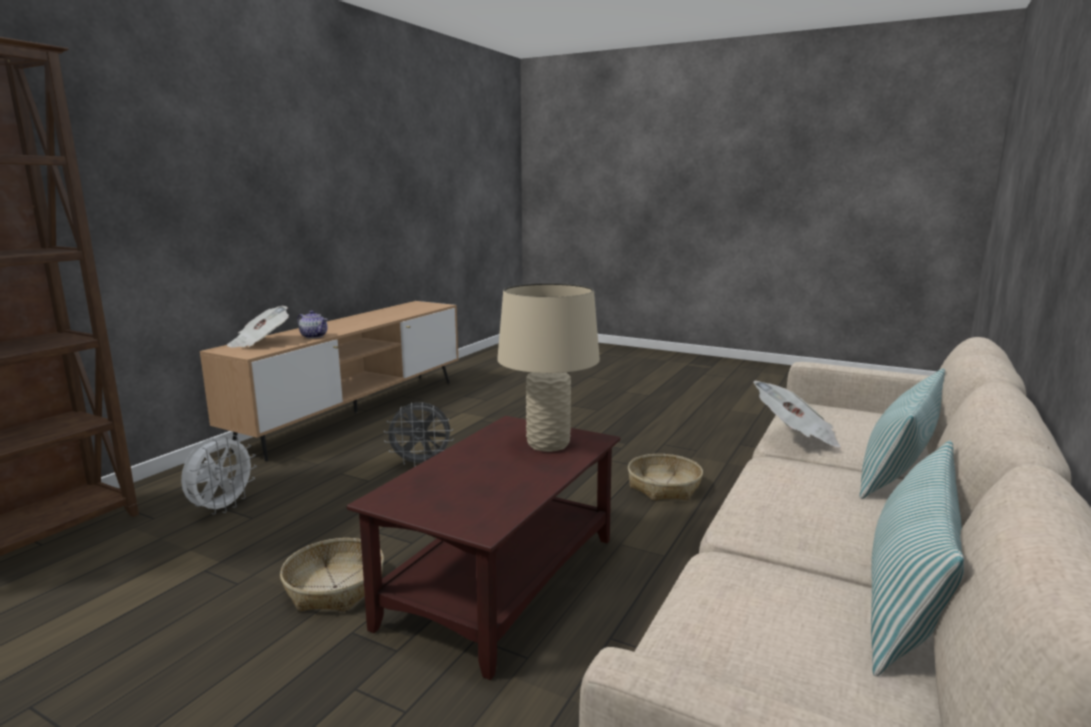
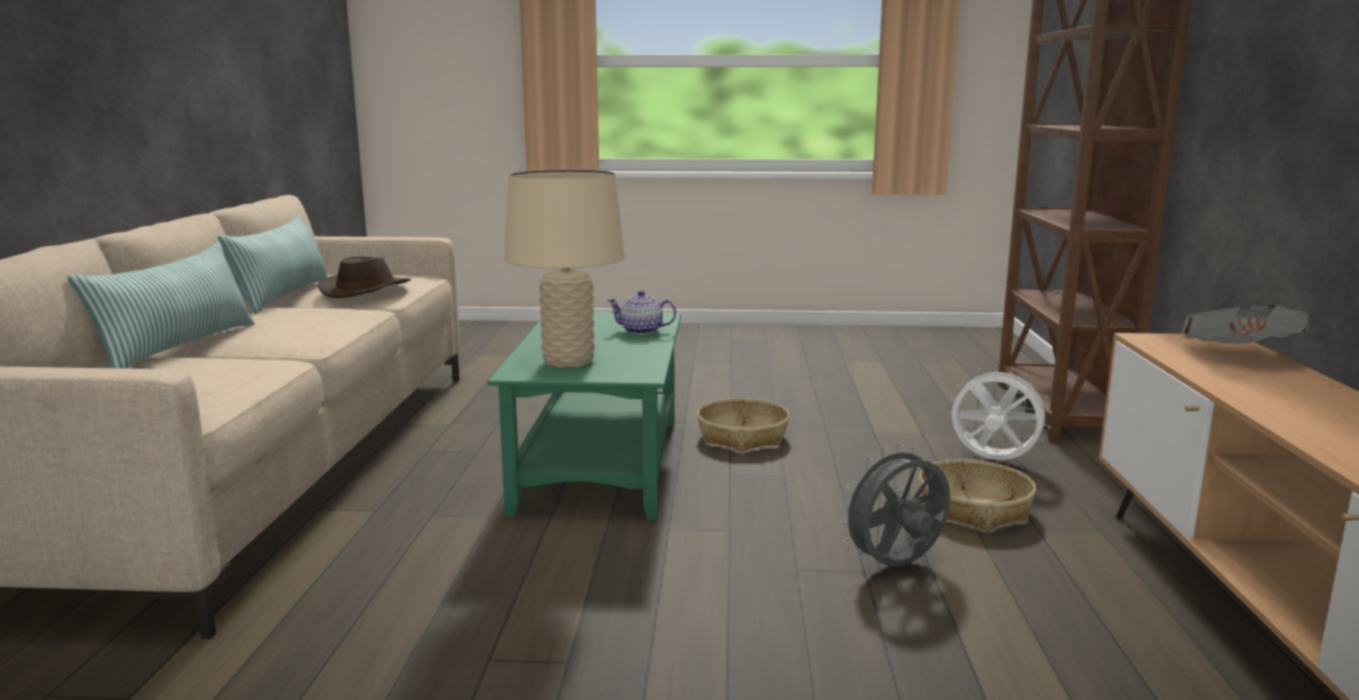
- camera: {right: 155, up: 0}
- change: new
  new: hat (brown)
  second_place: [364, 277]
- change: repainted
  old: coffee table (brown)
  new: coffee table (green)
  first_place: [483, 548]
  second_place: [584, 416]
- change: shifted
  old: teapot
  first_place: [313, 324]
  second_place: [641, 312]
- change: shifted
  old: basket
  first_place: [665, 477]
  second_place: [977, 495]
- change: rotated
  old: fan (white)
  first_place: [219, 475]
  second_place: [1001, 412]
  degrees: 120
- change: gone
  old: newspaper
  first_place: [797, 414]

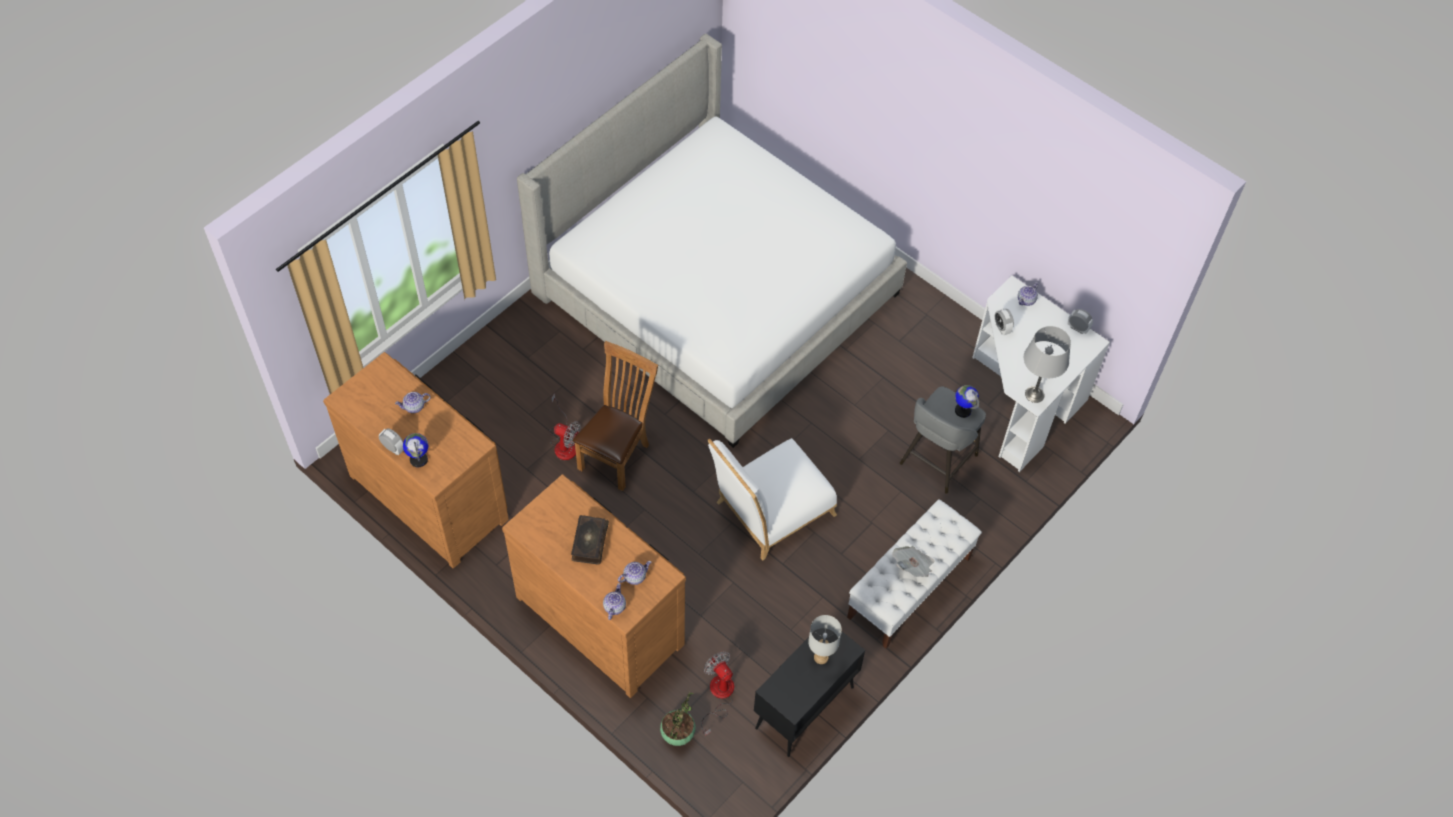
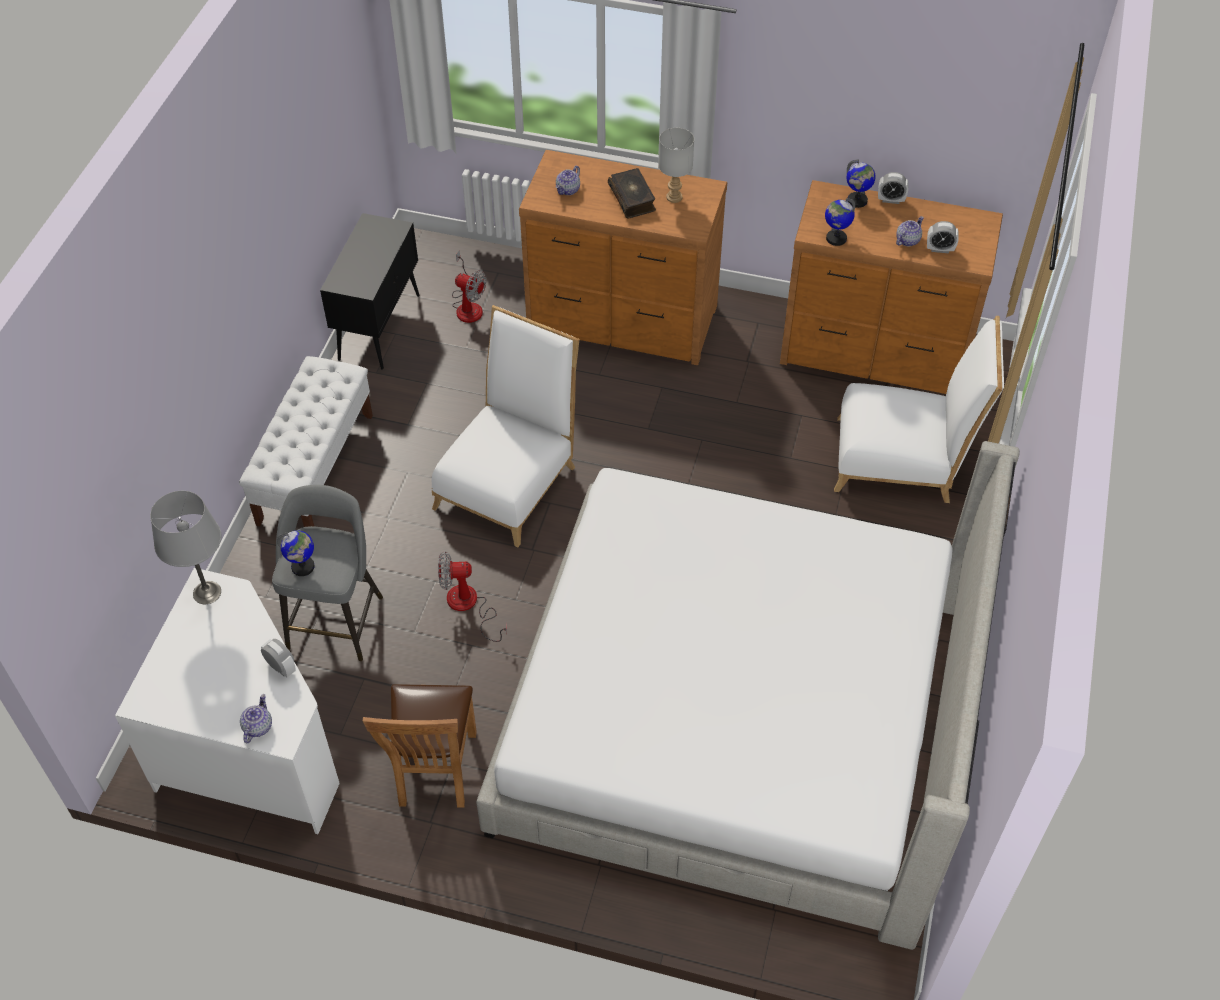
- camera: {right: 155, up: -5}
- change: shifted
  old: chair (brown)
  first_place: [615, 416]
  second_place: [420, 746]
- change: shifted
  old: fan
  first_place: [565, 426]
  second_place: [472, 596]
- change: shifted
  old: table lamp (grey)
  first_place: [825, 639]
  second_place: [676, 165]
- change: new
  new: globe
  second_place: [840, 222]
- change: new
  new: chair (white)
  second_place: [919, 409]
- change: shifted
  old: alarm clock
  first_place: [1080, 321]
  second_place: [943, 237]
- change: gone
  old: teapot
  first_place: [614, 601]
- change: gone
  old: potted plant
  first_place: [678, 719]
- change: gone
  old: newspaper
  first_place: [913, 561]

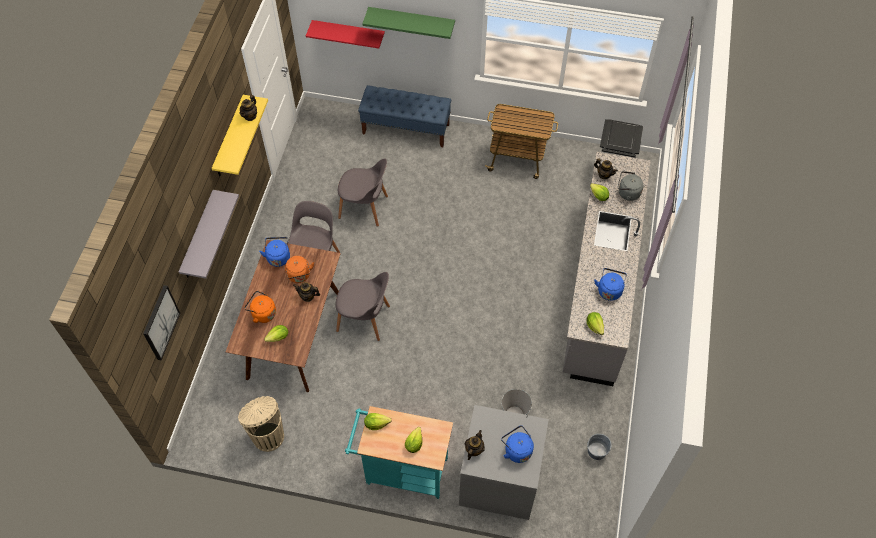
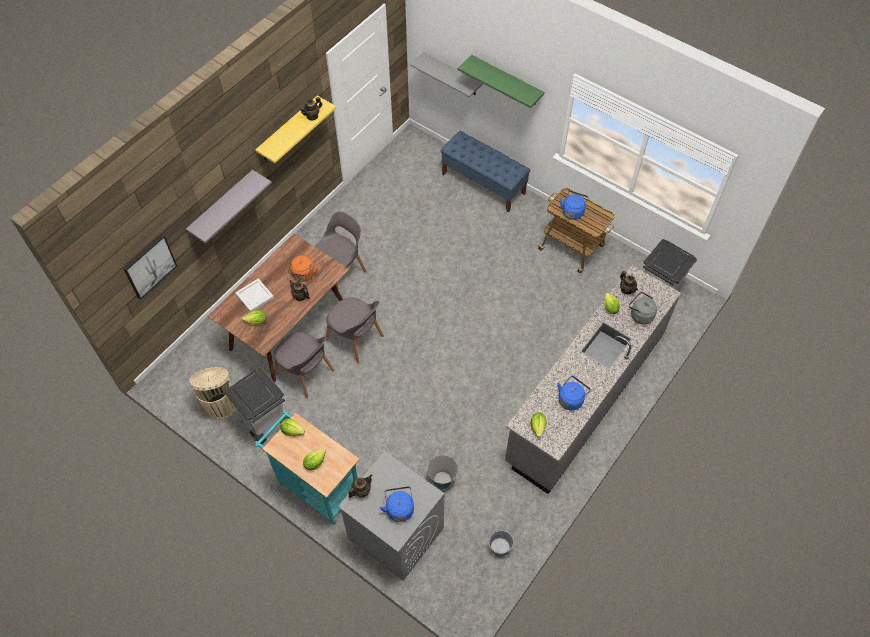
- camera: {right: 25, up: 0}
- change: new
  new: trash can (grey)
  second_place: [256, 406]
- change: swapped
  old: kettle (orange)
  new: tray (white)
  first_place: [260, 307]
  second_place: [254, 295]
- change: shifted
  old: chair (grey)
  first_place: [363, 192]
  second_place: [304, 365]
- change: repainted
  old: shelf (red)
  new: shelf (grey)
  first_place: [345, 34]
  second_place: [446, 74]
- change: shifted
  old: kettle (blue)
  first_place: [274, 252]
  second_place: [574, 205]

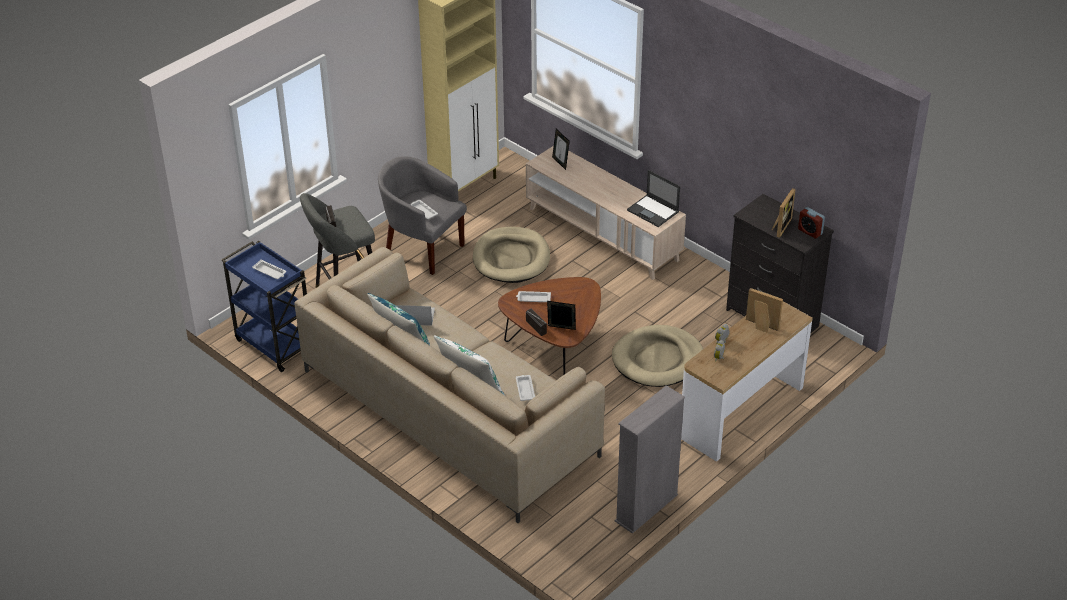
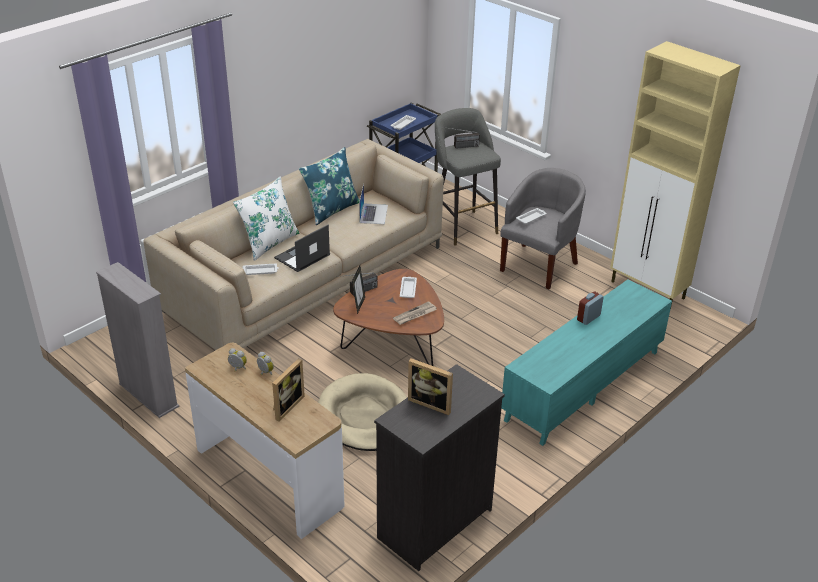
- camera: {right: 90, up: -5}
- change: shifted
  old: laptop
  first_place: [653, 198]
  second_place: [302, 248]
- change: new
  new: newspaper
  second_place: [415, 313]
- change: repainted
  old: tv stand (beige)
  new: tv stand (turquoise)
  first_place: [606, 213]
  second_place: [586, 362]
- change: shifted
  old: alarm clock
  first_place: [811, 222]
  second_place: [590, 308]
- change: gone
  old: dog bed (beige)
  first_place: [511, 255]
- change: gone
  old: picture frame
  first_place: [561, 149]

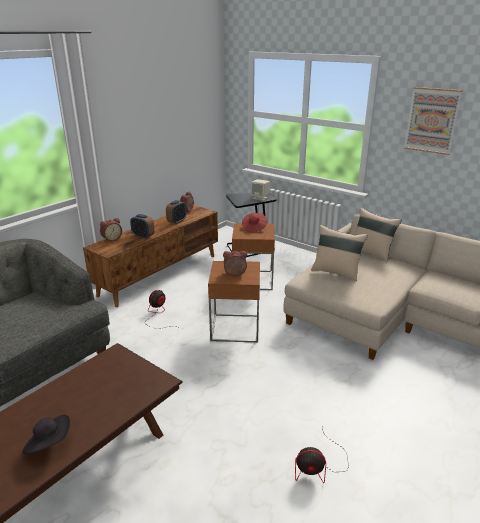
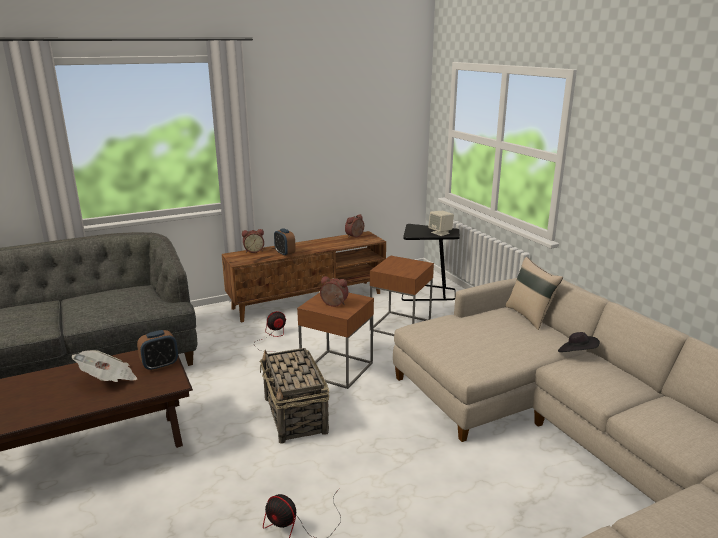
- camera: {right: 25, up: -5}
- change: new
  new: newspaper
  second_place: [104, 366]
- change: shifted
  old: alarm clock
  first_place: [176, 212]
  second_place: [157, 350]
- change: new
  new: basket
  second_place: [294, 396]
- change: shifted
  old: hat (black)
  first_place: [46, 434]
  second_place: [579, 342]
- change: gone
  old: hat (red)
  first_place: [255, 223]
- change: gone
  old: pillow (beige)
  first_place: [339, 253]
- change: gone
  old: picture
  first_place: [433, 121]

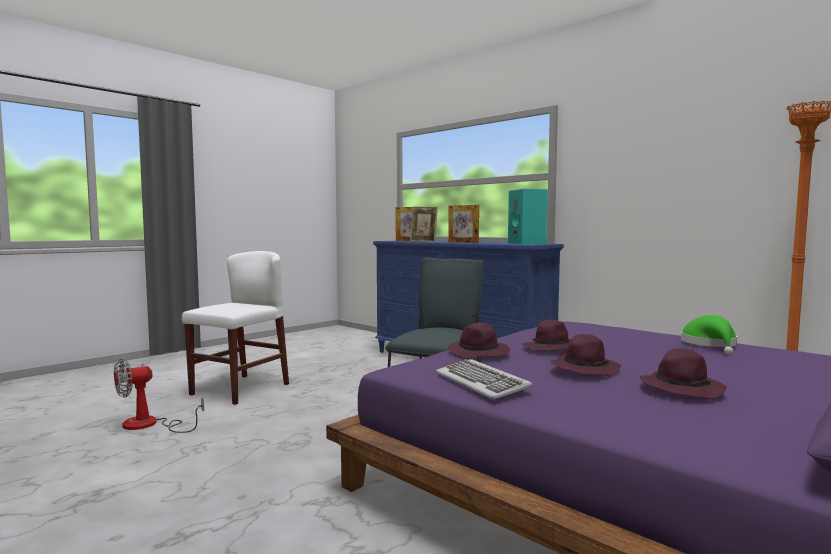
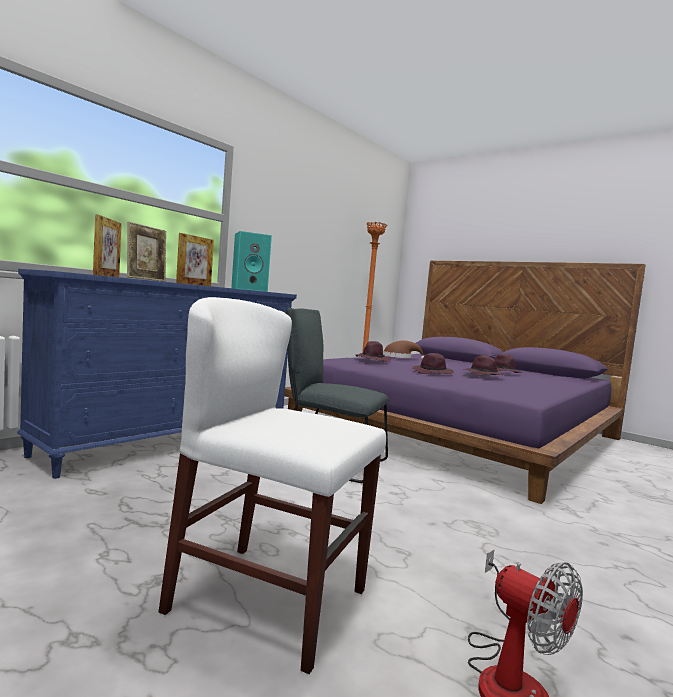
- camera: {right: -95, up: 0}
- change: shifted
  old: hat (purple)
  first_place: [479, 341]
  second_place: [373, 351]
- change: repainted
  old: hat (green)
  new: hat (brown)
  first_place: [709, 335]
  second_place: [403, 350]
- change: gone
  old: keyboard
  first_place: [484, 379]

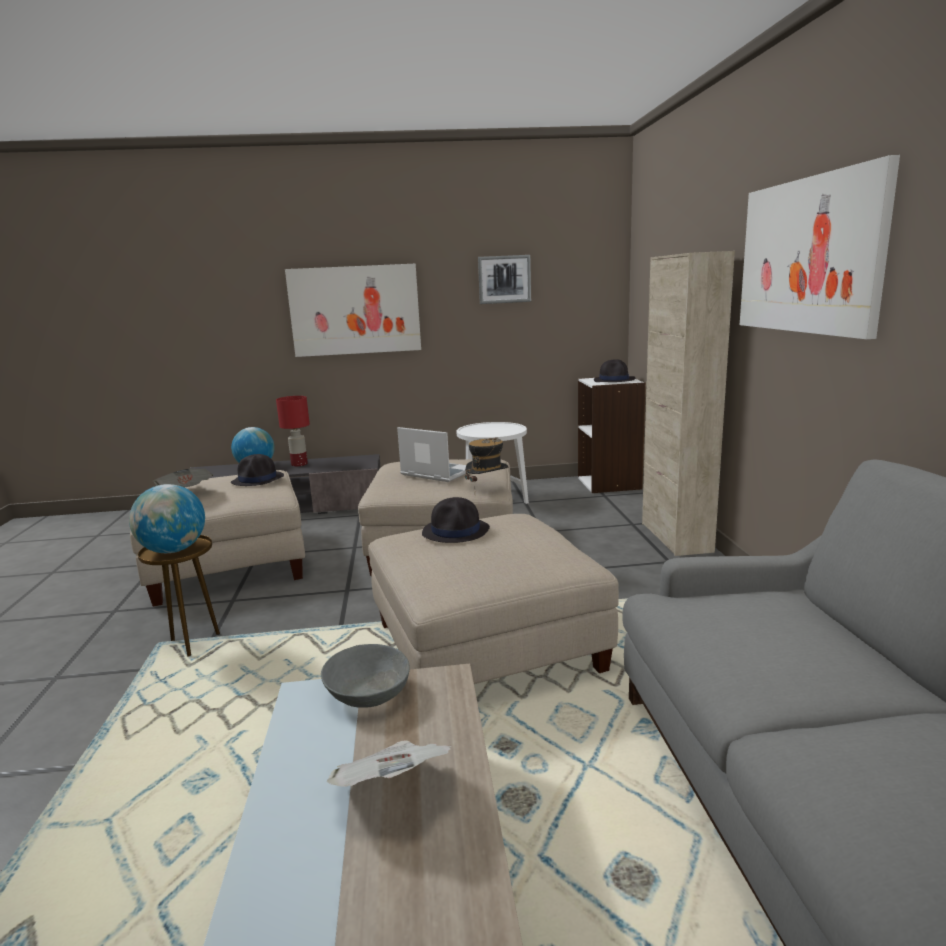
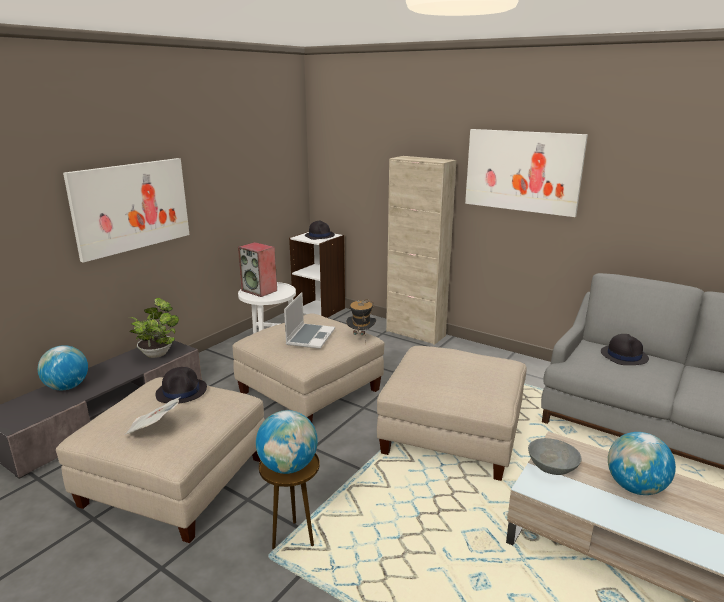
- camera: {right: -50, up: 5}
- change: new
  new: potted plant
  second_place: [154, 328]
- change: new
  new: speaker
  second_place: [257, 269]
- change: rotated
  old: laptop
  first_place: [431, 454]
  second_place: [309, 320]
  degrees: 120
- change: shifted
  old: hat (black)
  first_place: [456, 520]
  second_place: [625, 349]
- change: swapped
  old: newspaper
  new: globe
  first_place: [389, 763]
  second_place: [642, 463]
- change: gone
  old: table lamp (red)
  first_place: [293, 431]
- change: gone
  old: picture
  first_place: [504, 279]

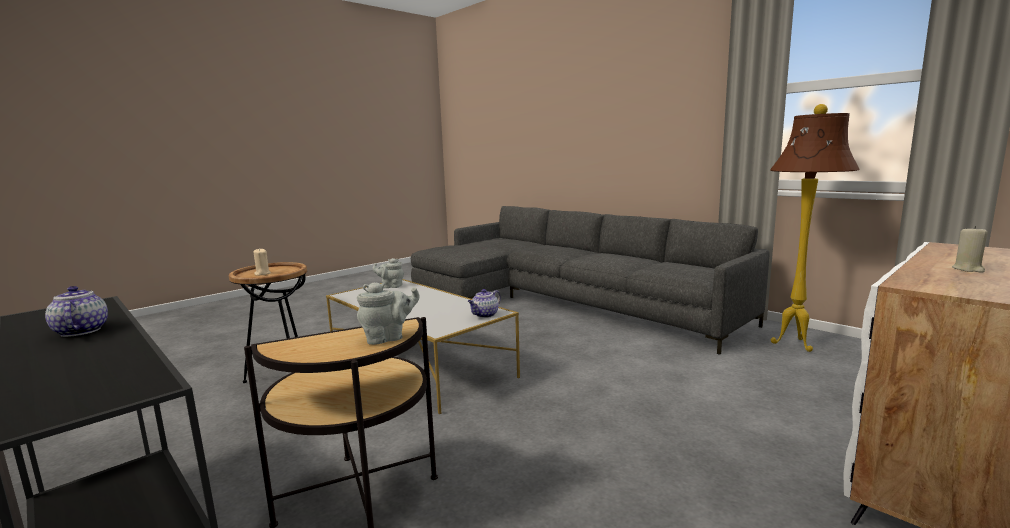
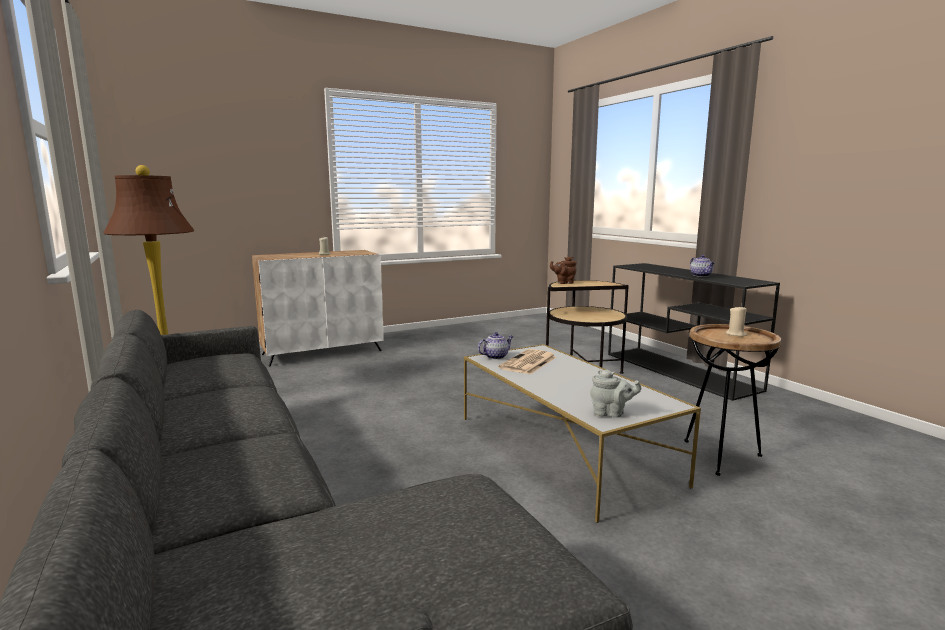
- camera: {right: -165, up: 0}
- change: new
  new: newspaper
  second_place: [527, 362]
- change: repainted
  old: teapot (grey)
  new: teapot (brown)
  first_place: [388, 313]
  second_place: [563, 270]

